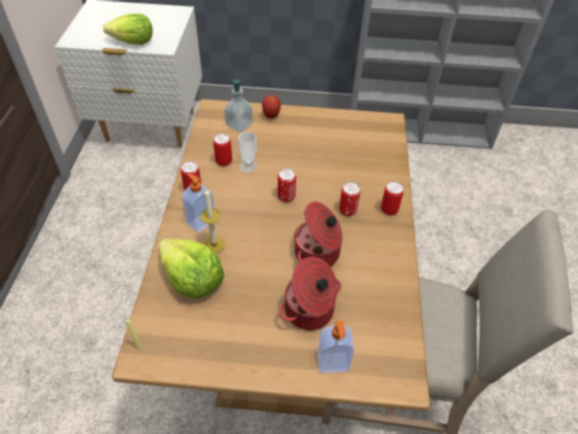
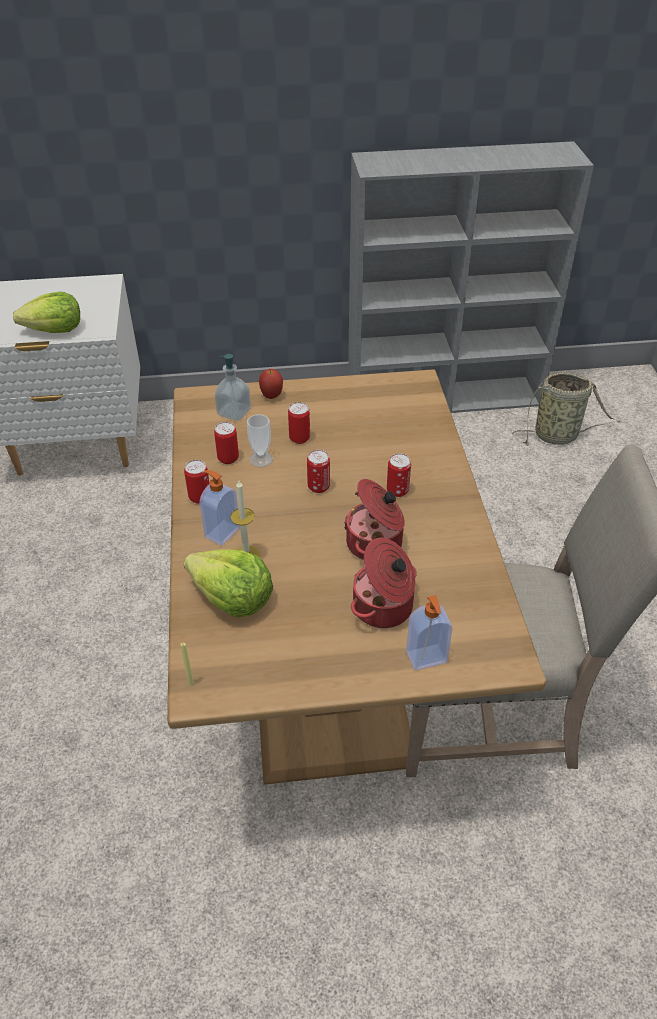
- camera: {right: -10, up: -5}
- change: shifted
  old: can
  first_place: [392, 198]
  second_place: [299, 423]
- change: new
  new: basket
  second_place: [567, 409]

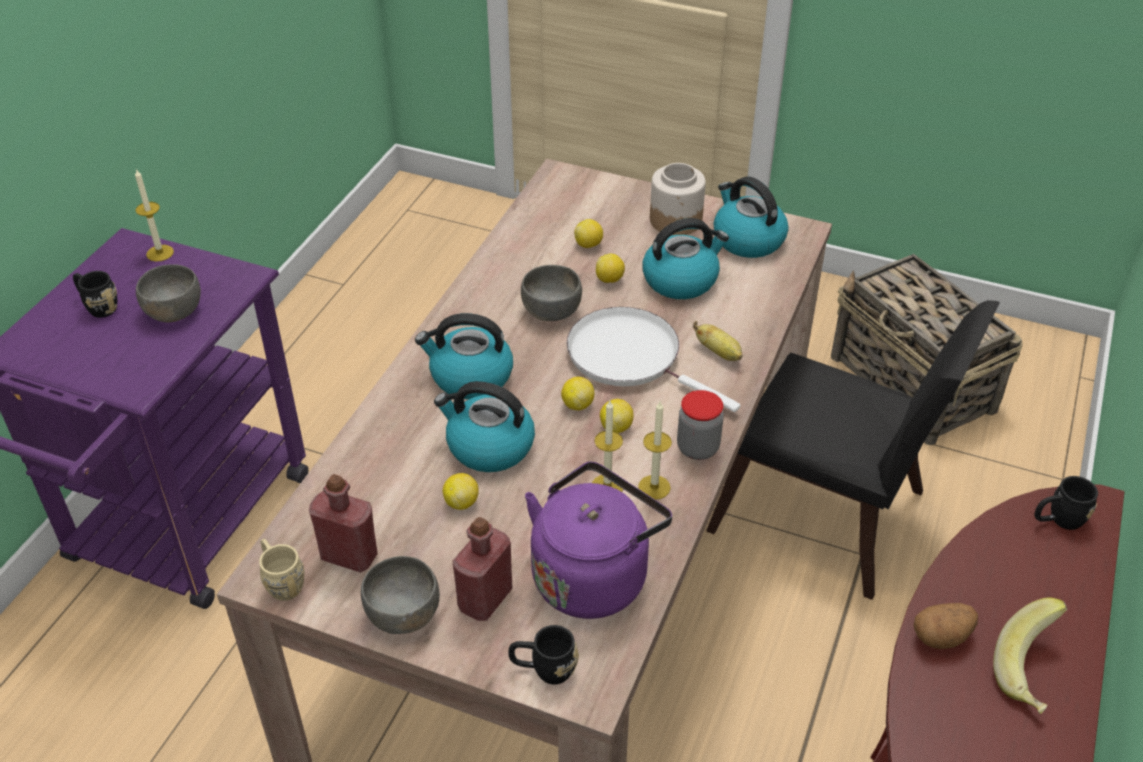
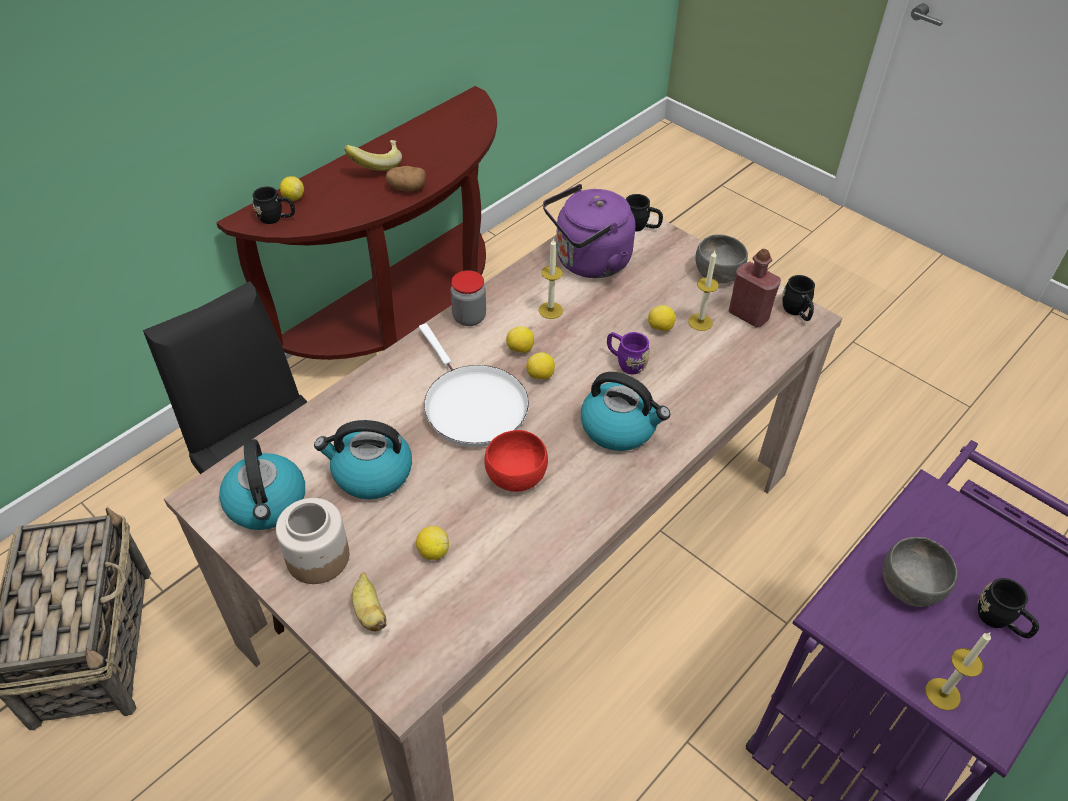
- camera: {right: -160, up: 5}
- change: shifted
  old: lemon
  first_place: [610, 268]
  second_place: [292, 188]
- change: shifted
  old: banana
  first_place: [717, 341]
  second_place: [369, 601]
- change: repainted
  old: bowl (grey)
  new: bowl (red)
  first_place: [551, 293]
  second_place: [516, 461]
- change: swapped
  old: kettle
  new: mug (purple)
  first_place: [484, 426]
  second_place: [628, 353]
- change: shifted
  old: candle
  first_place: [655, 450]
  second_place: [703, 291]
- change: repainted
  old: mug (beige)
  new: mug (black)
  first_place: [282, 570]
  second_place: [798, 298]
- change: gone
  old: bottle (red)
  first_place: [483, 569]

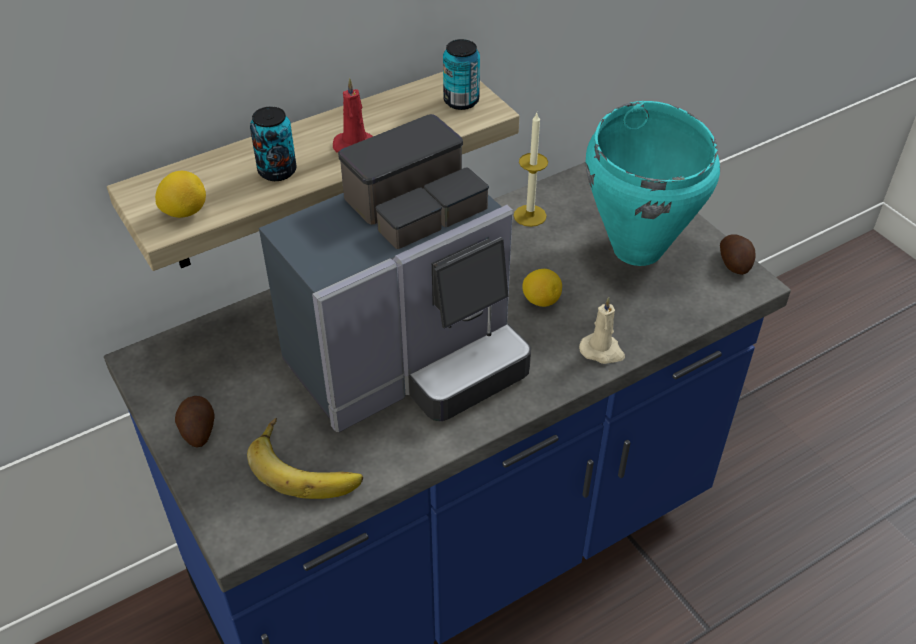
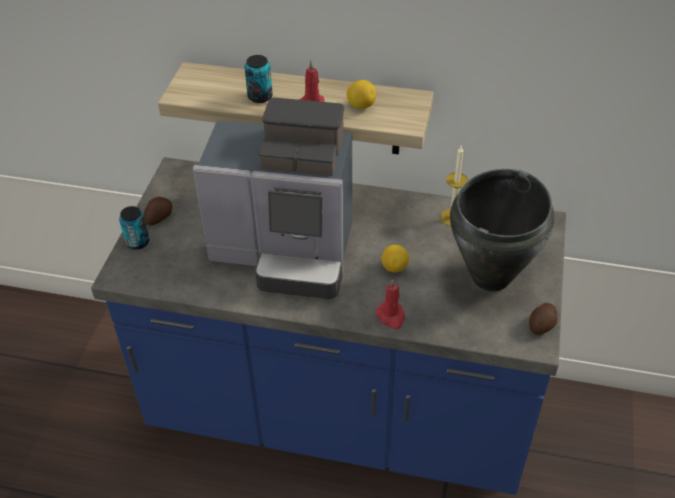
- camera: {right: 45, up: 0}
- change: shifted
  old: can
  first_place: [461, 74]
  second_place: [134, 228]
- change: shifted
  old: lemon
  first_place: [180, 194]
  second_place: [361, 94]
- change: repainted
  old: candle (beige)
  new: candle (red)
  first_place: [602, 330]
  second_place: [390, 304]
- change: repainted
  old: cooking pot (turquoise)
  new: cooking pot (black)
  first_place: [652, 183]
  second_place: [502, 230]
- change: gone
  old: banana
  first_place: [305, 458]

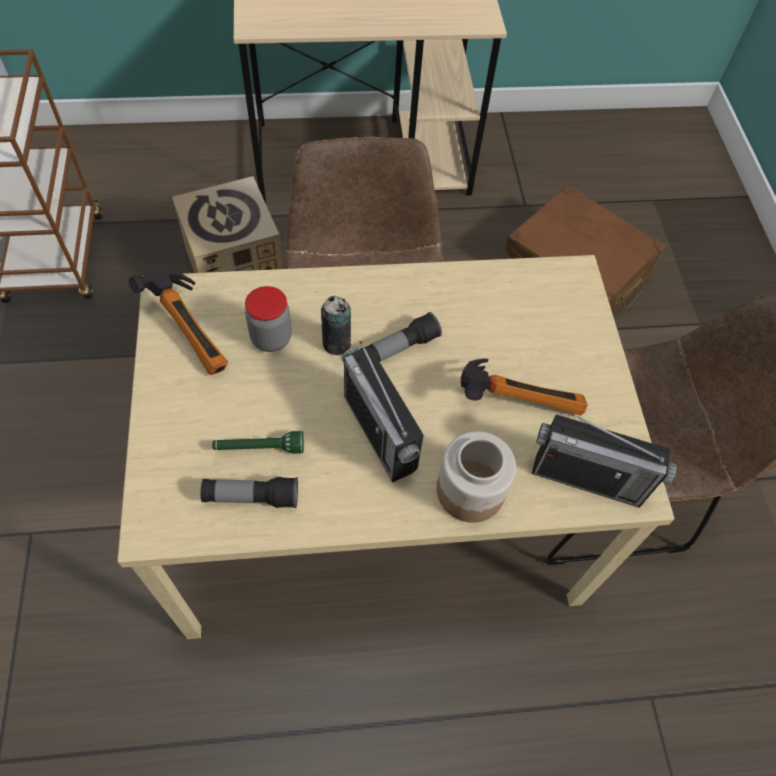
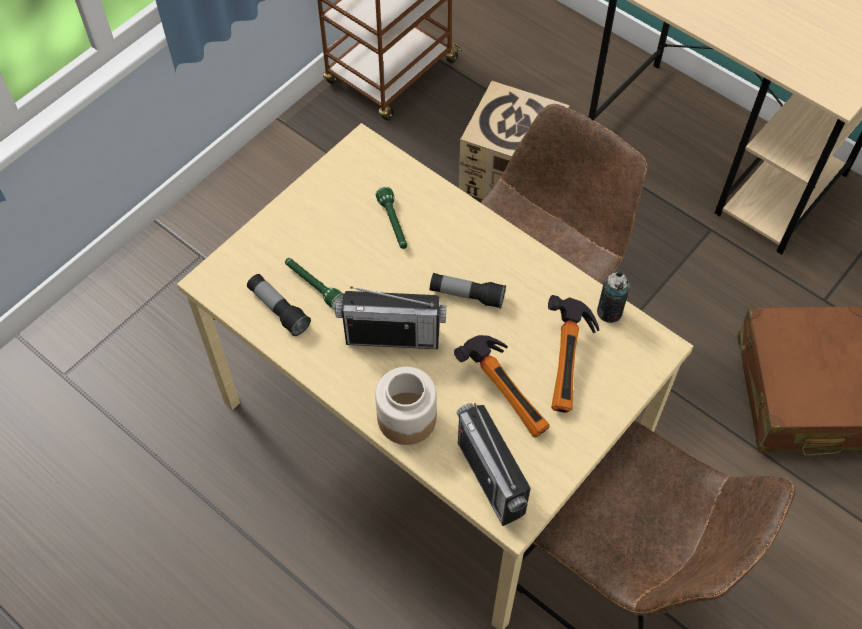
- camera: {right: 50, up: 0}
- change: rotated
  old: radio
  first_place: [382, 411]
  second_place: [390, 317]
  degrees: -105
- change: swapped
  old: jar
  new: flashlight (green)
  first_place: [268, 319]
  second_place: [391, 218]
- change: shifted
  old: hammer
  first_place: [178, 321]
  second_place: [573, 354]
- change: shifted
  old: can
  first_place: [336, 325]
  second_place: [613, 297]

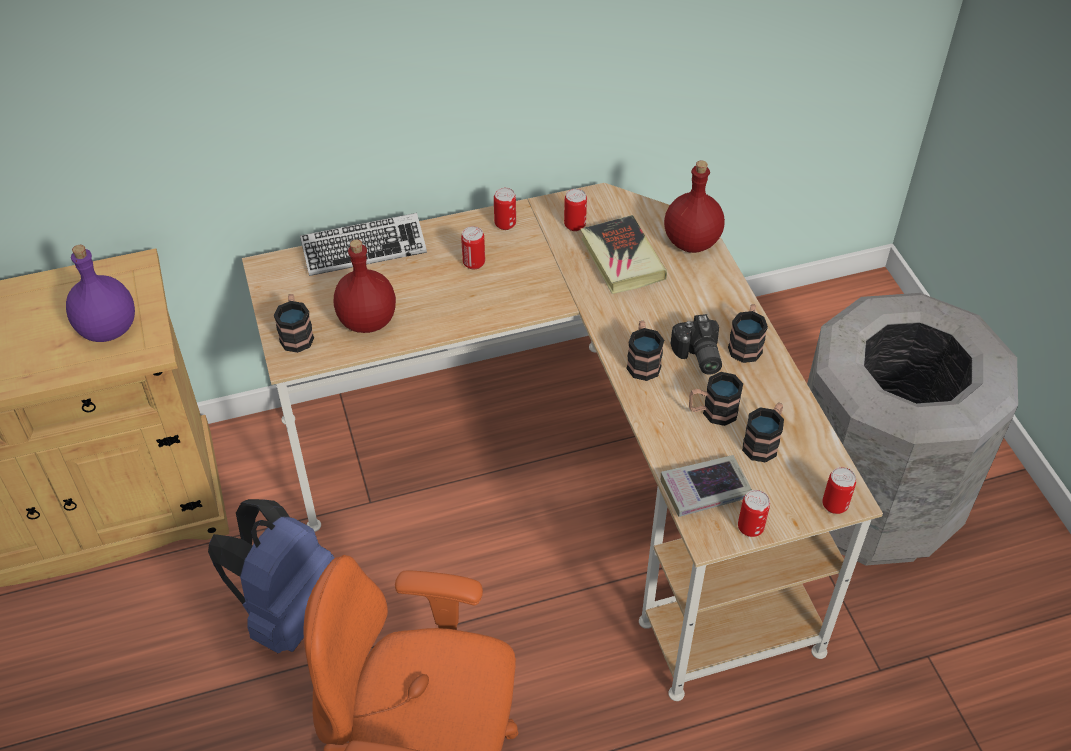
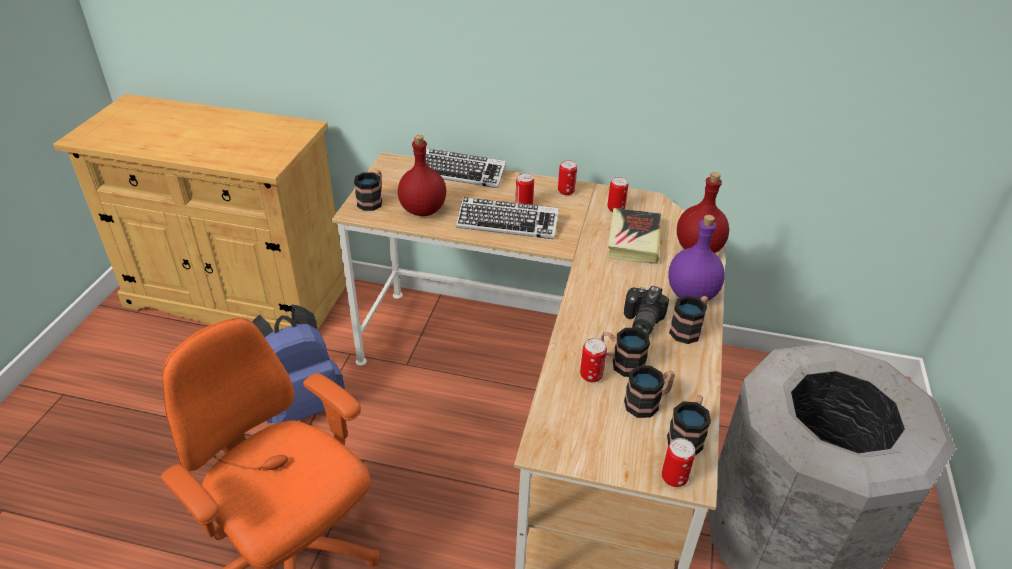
- camera: {right: 30, up: -10}
- change: new
  new: keyboard
  second_place: [507, 218]
- change: shifted
  old: can
  first_place: [754, 513]
  second_place: [593, 360]
- change: shifted
  old: mug
  first_place: [645, 351]
  second_place: [689, 425]
- change: shifted
  old: bottle (purple)
  first_place: [100, 293]
  second_place: [696, 257]
- change: gone
  old: book
  first_place: [706, 486]

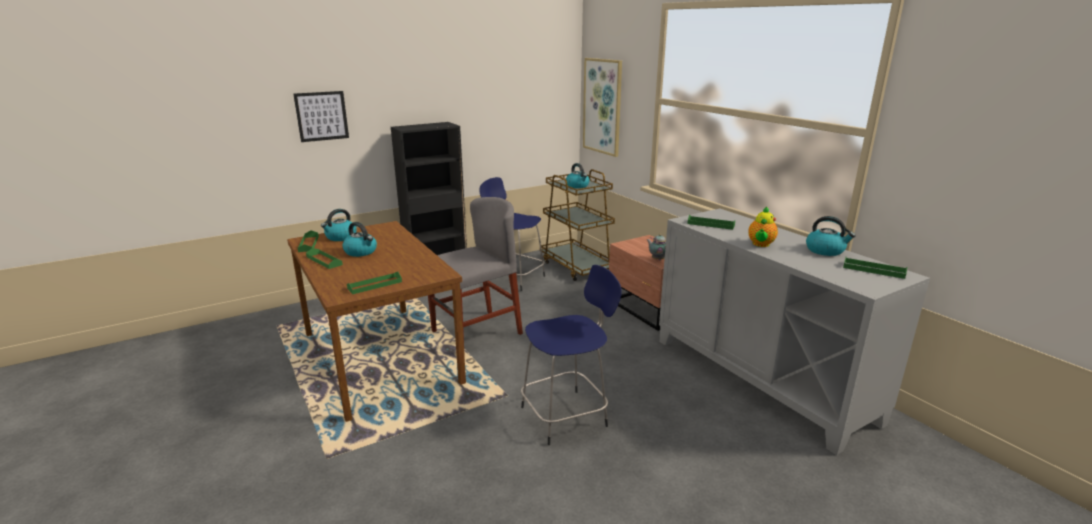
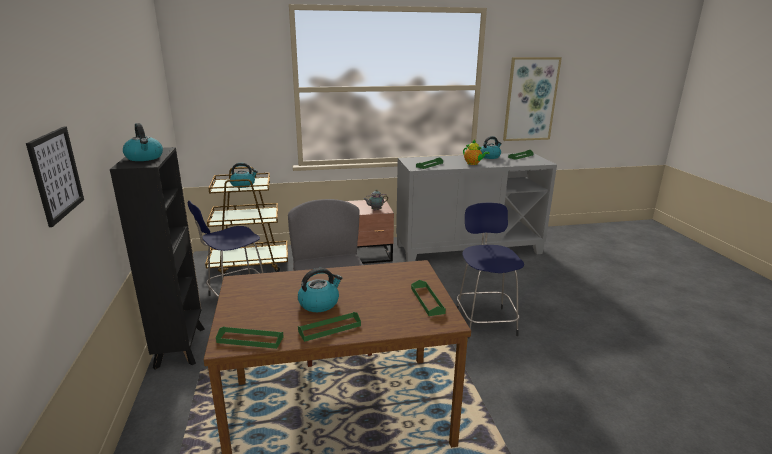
- camera: {right: -70, up: 0}
- change: shifted
  old: kettle
  first_place: [339, 225]
  second_place: [143, 142]
- change: shifted
  old: picture
  first_place: [602, 107]
  second_place: [532, 99]

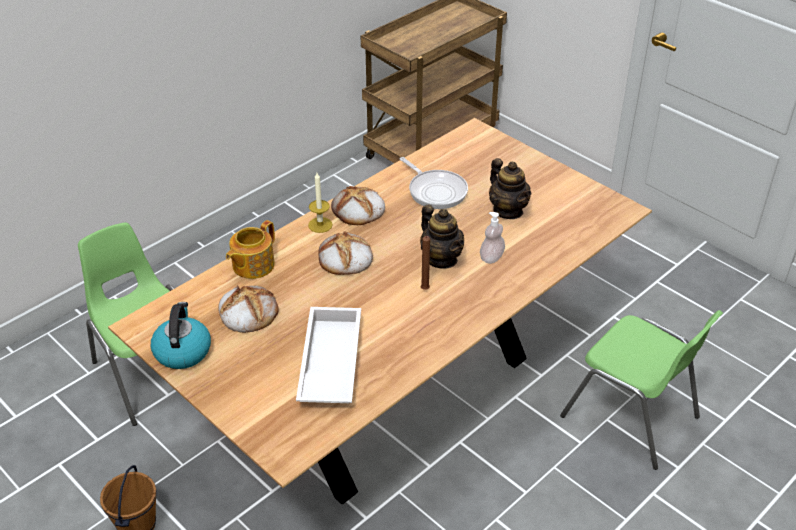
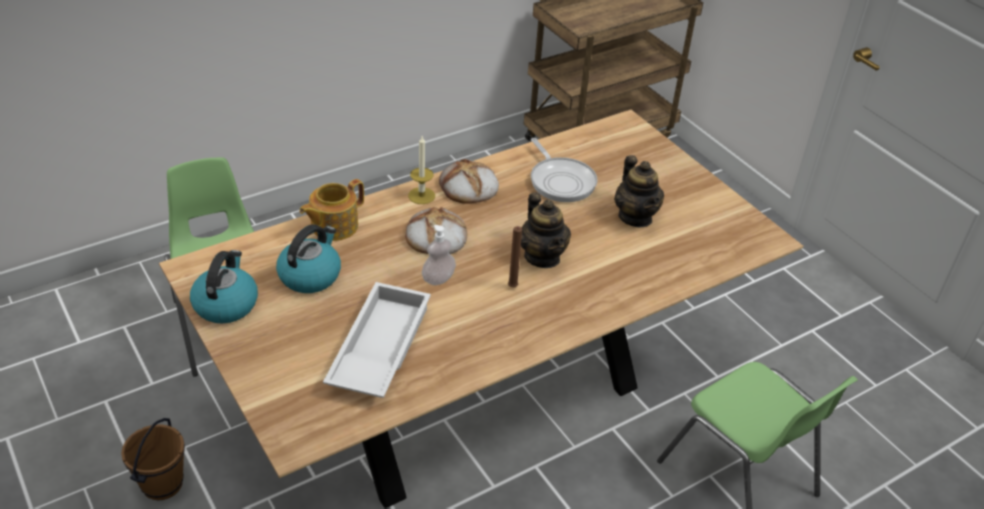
- camera: {right: 10, up: 0}
- change: swapped
  old: bread
  new: kettle
  first_place: [248, 309]
  second_place: [308, 258]
- change: shifted
  old: soap dispenser
  first_place: [492, 238]
  second_place: [439, 255]

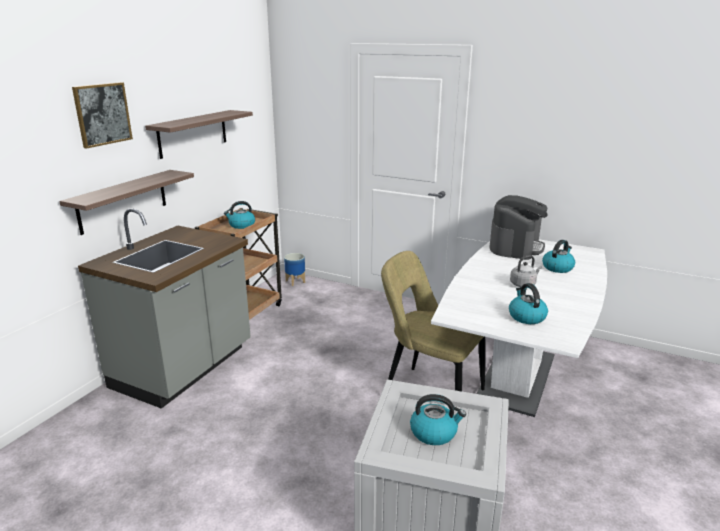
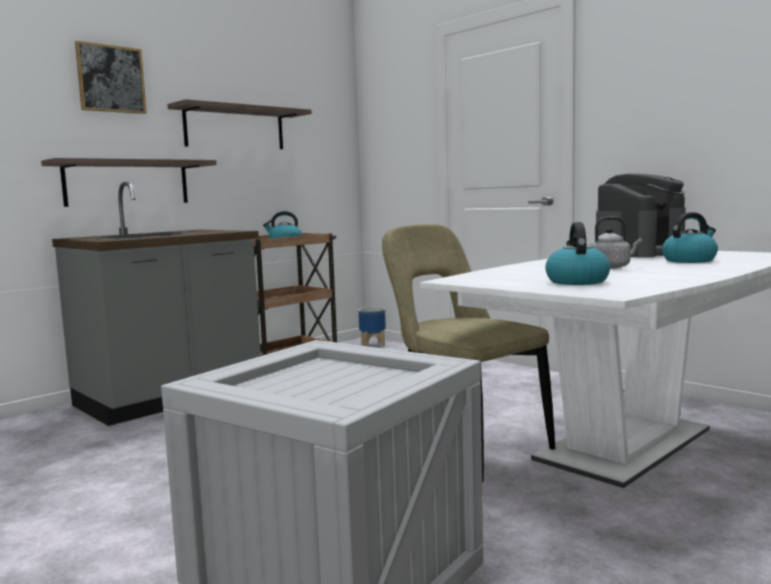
- camera: {right: 20, up: -15}
- change: gone
  old: kettle
  first_place: [438, 419]

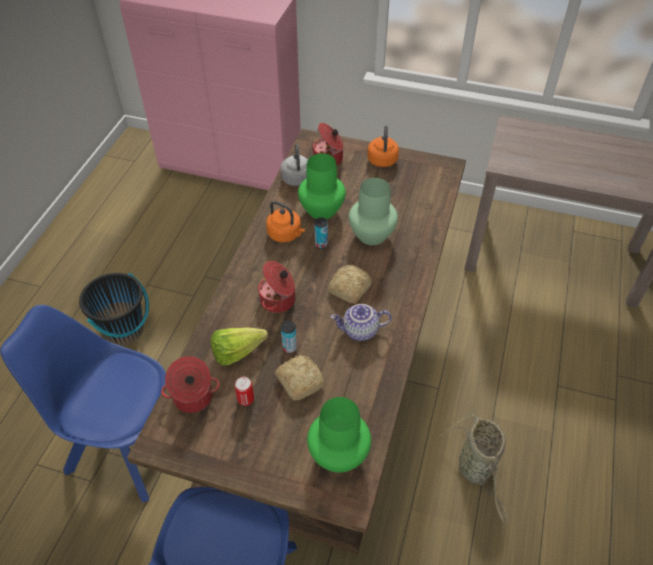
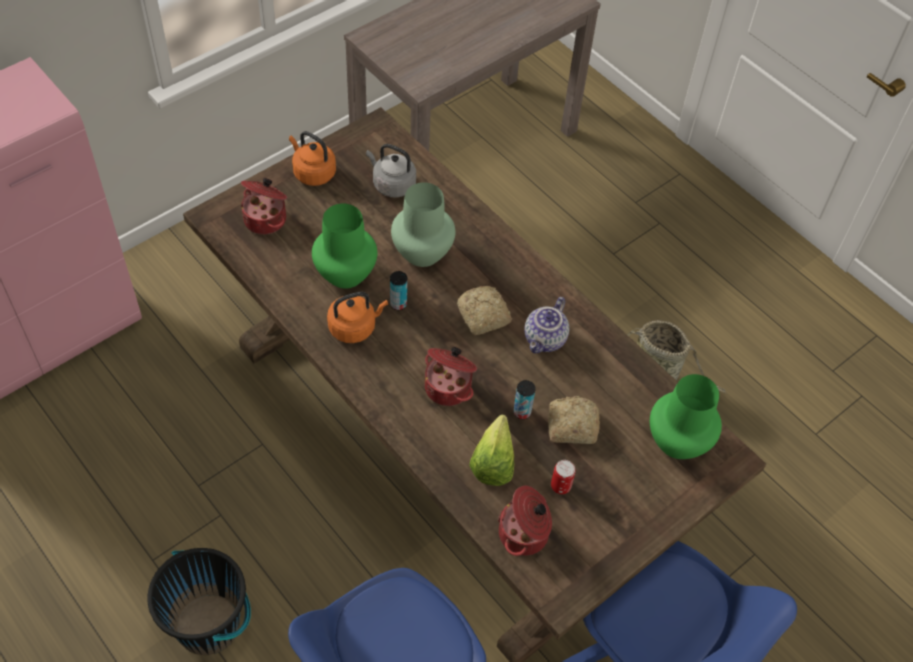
- camera: {right: -60, up: 5}
- change: shifted
  old: kettle (grey)
  first_place: [294, 165]
  second_place: [391, 171]

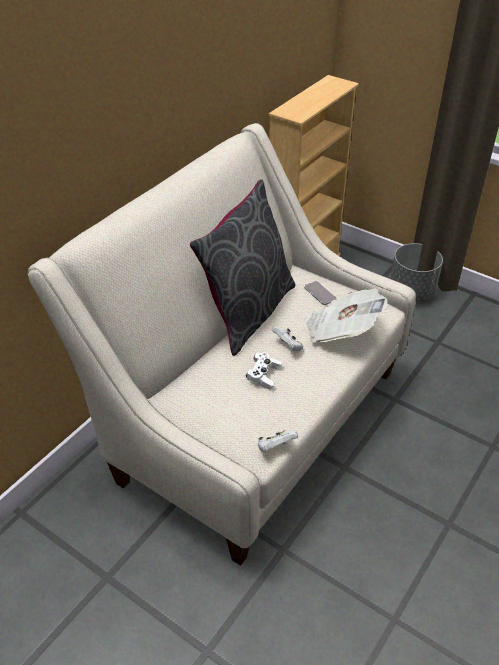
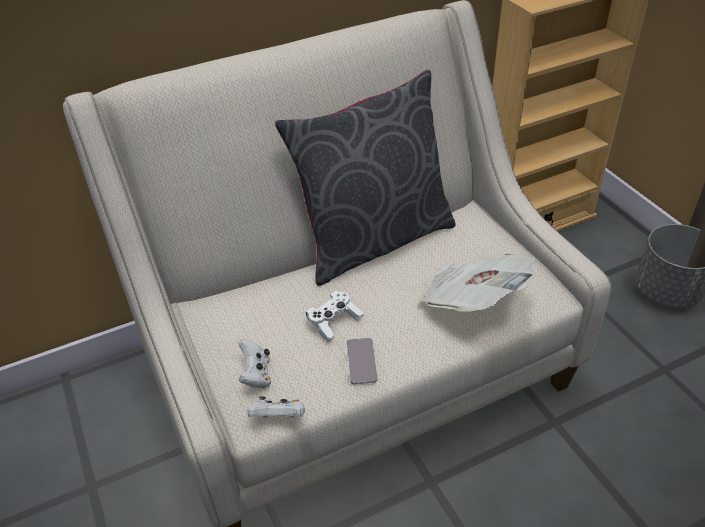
- camera: {right: 30, up: 0}
- change: shifted
  old: game controller (white)
  first_place: [287, 338]
  second_place: [254, 363]
- change: shifted
  old: phone
  first_place: [320, 293]
  second_place: [362, 361]

